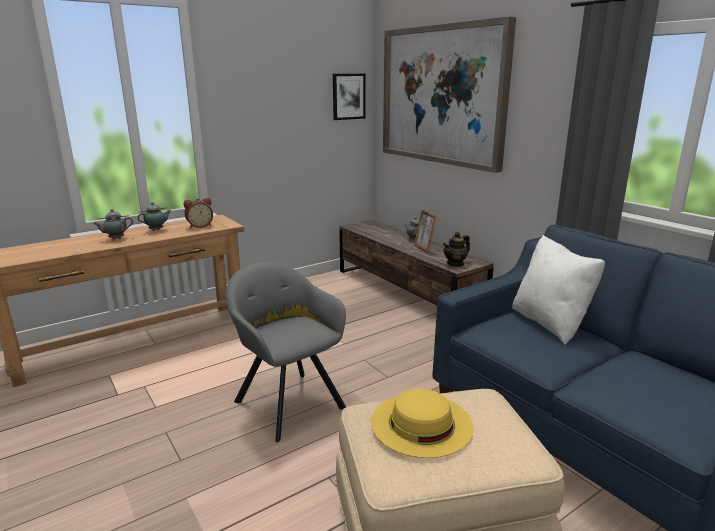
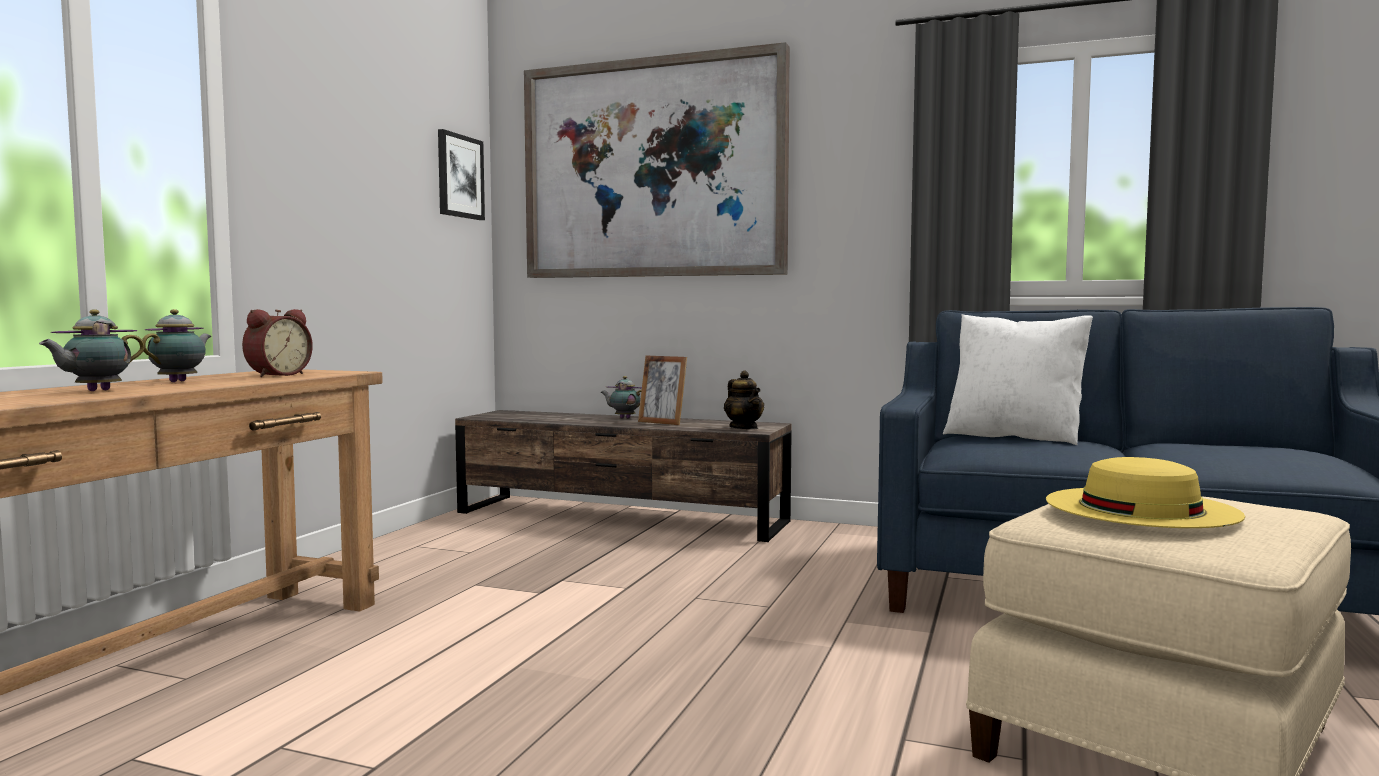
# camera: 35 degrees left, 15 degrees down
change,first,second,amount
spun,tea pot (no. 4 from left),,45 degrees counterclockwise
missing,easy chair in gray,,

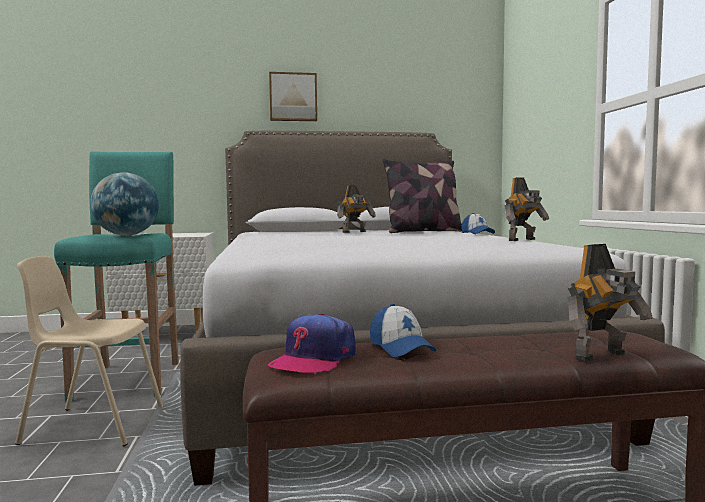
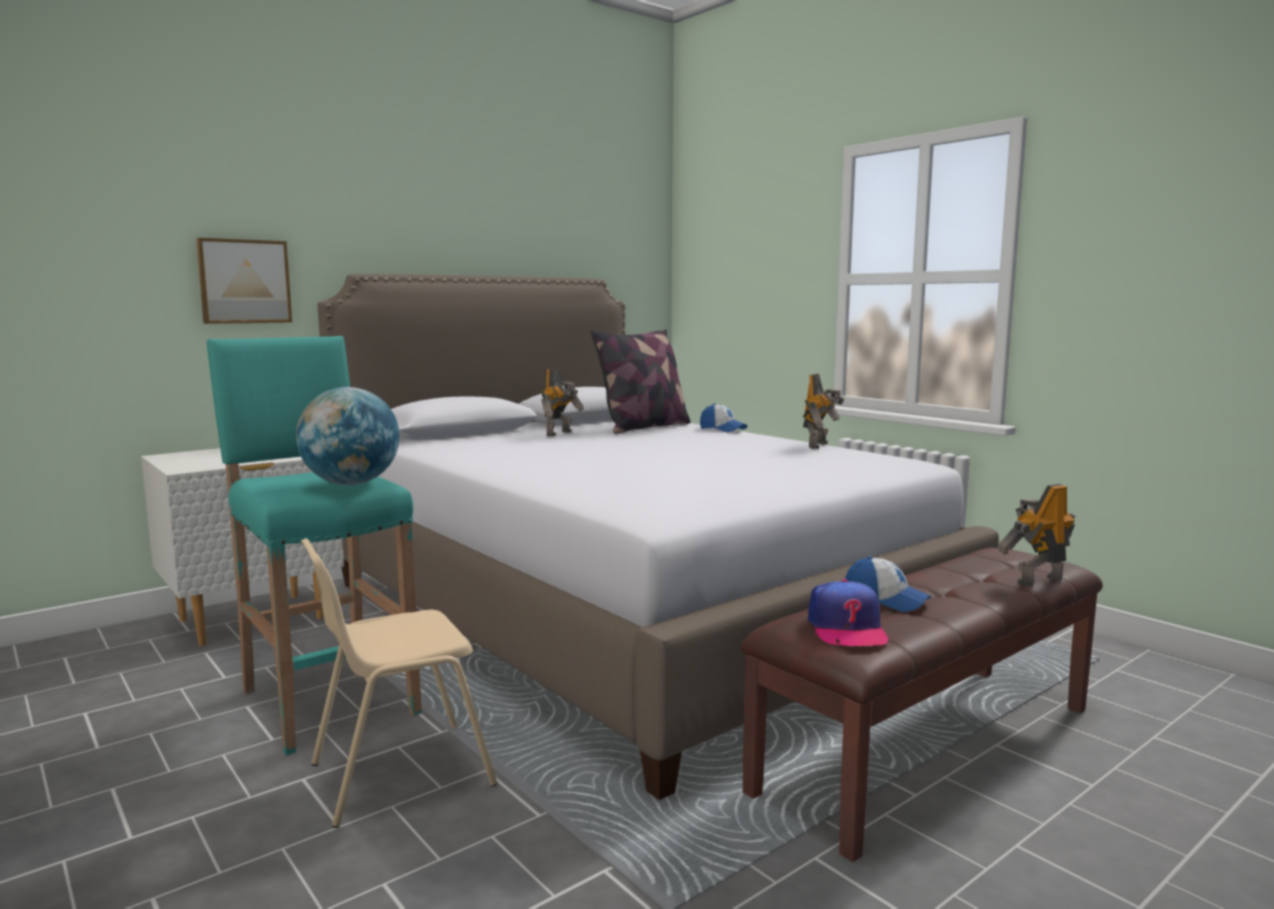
# camera: 30 degrees left, 5 degrees up
change,first,second,amount
relocated,picture,,
spun,model robot (no. 3 from left),,150 degrees counterclockwise

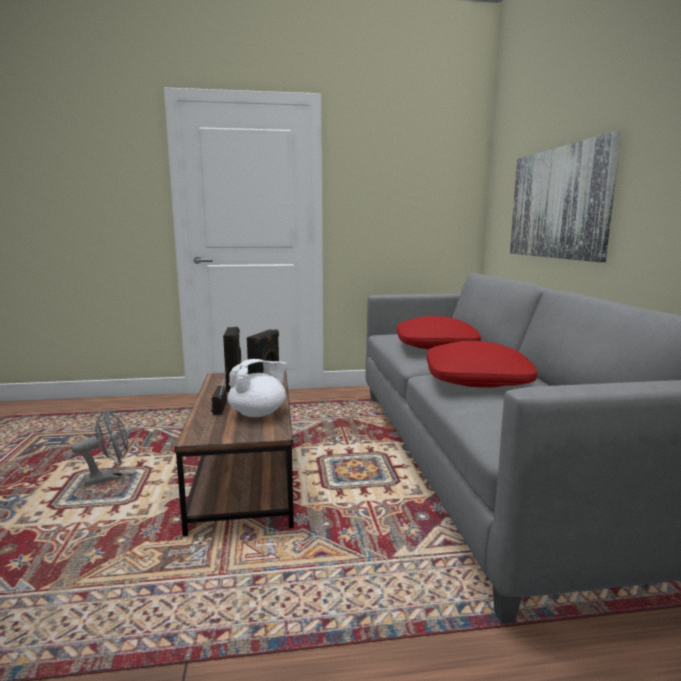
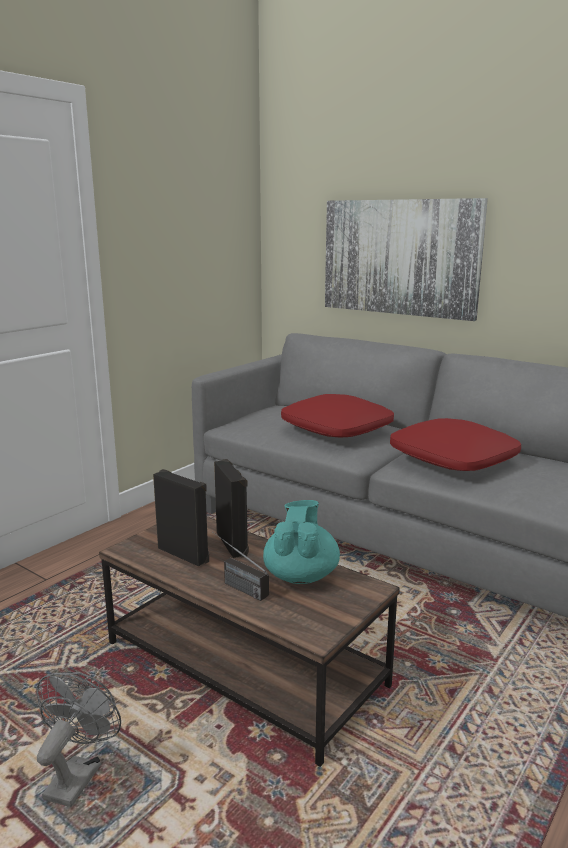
# camera: 45 degrees left, 5 degrees up
change,first,second,amount
colour,tea pot in white,tea pot in turquoise,

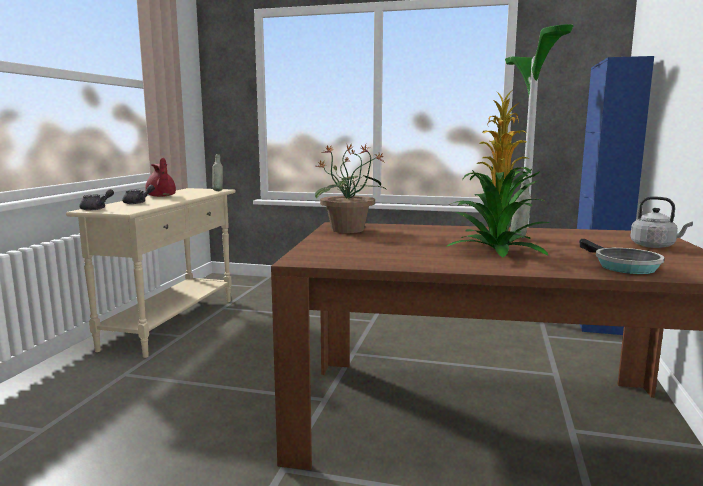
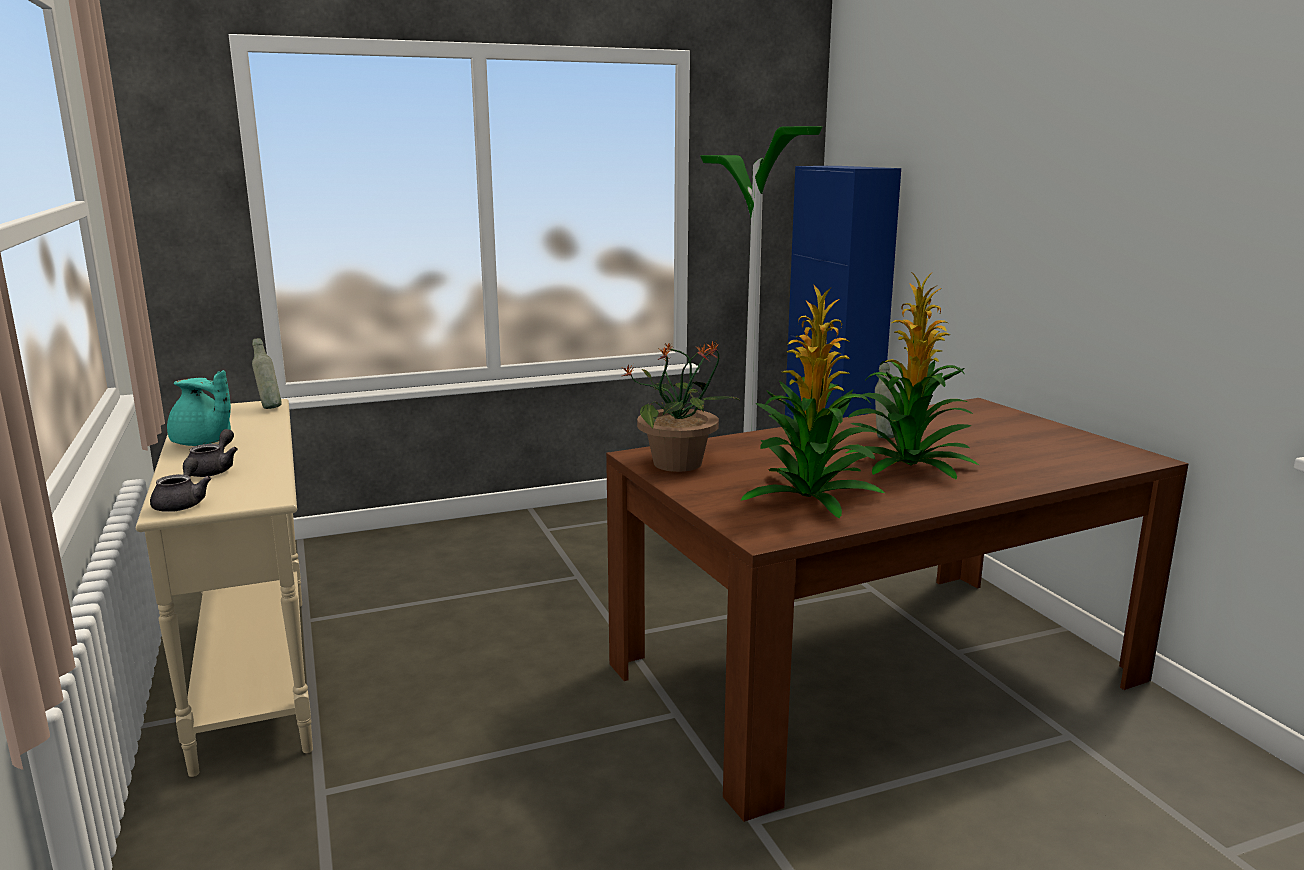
# camera: 35 degrees left, 5 degrees up
change,first,second,amount
colour,tea pot in red-coloured,tea pot in turquoise,
missing,kettle in gray,,
missing,frying pan,,
appeared,,potted plant (no. 2 from left),

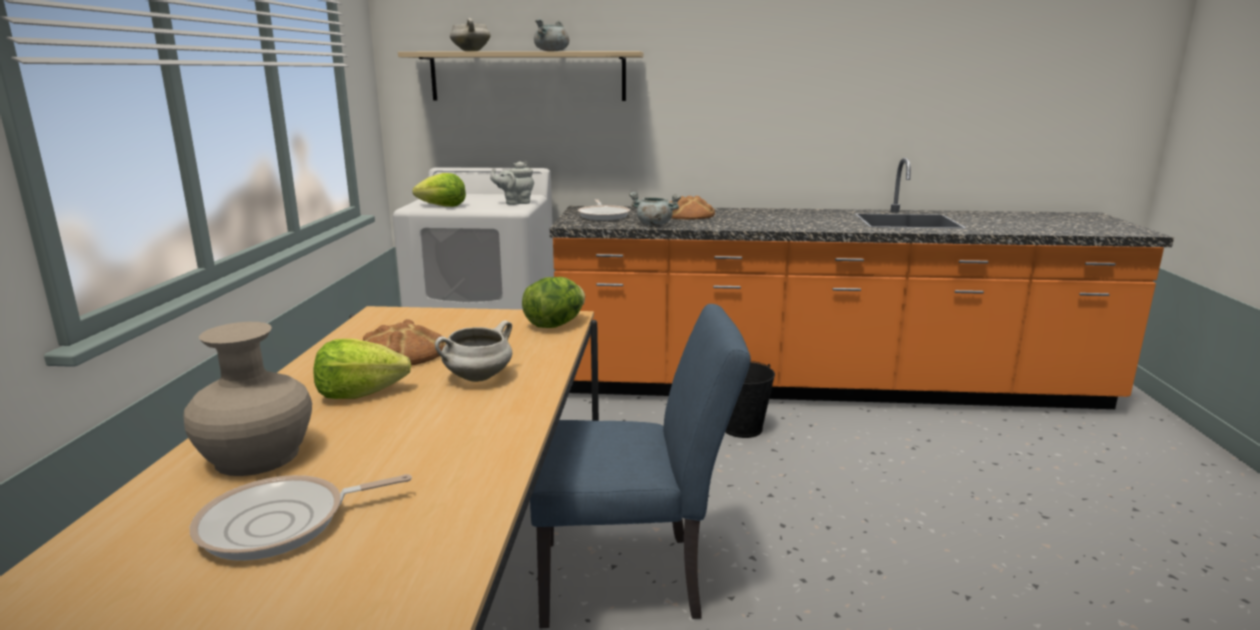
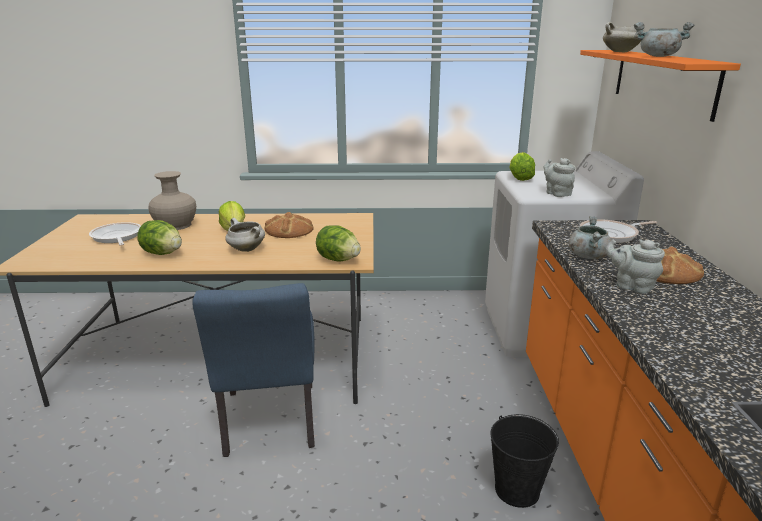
# camera: 85 degrees right, 5 degrees up
change,first,second,amount
colour,shelf in sand-coloured,shelf in orange,
appeared,,lettuce (no. 1 from left),
appeared,,tea pot in gray (no. 2 from left),

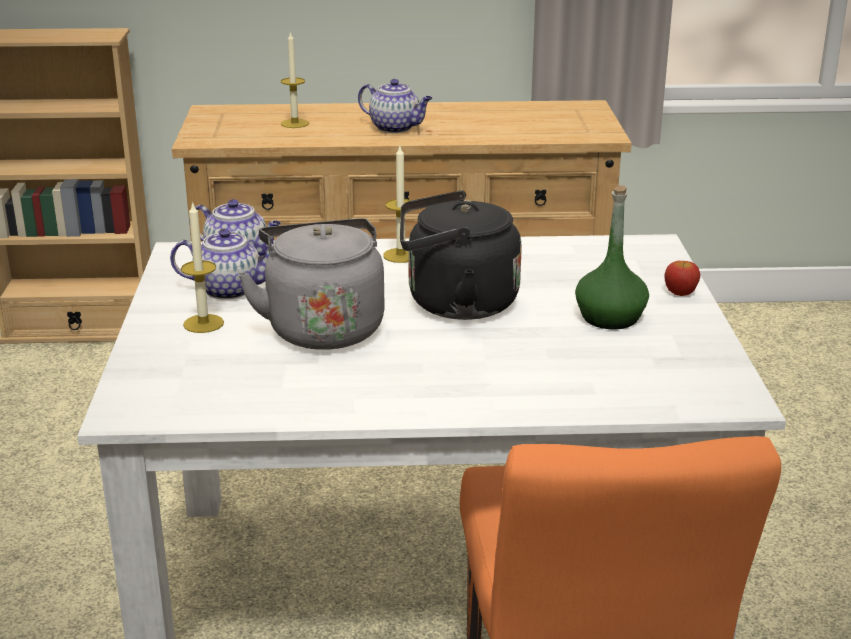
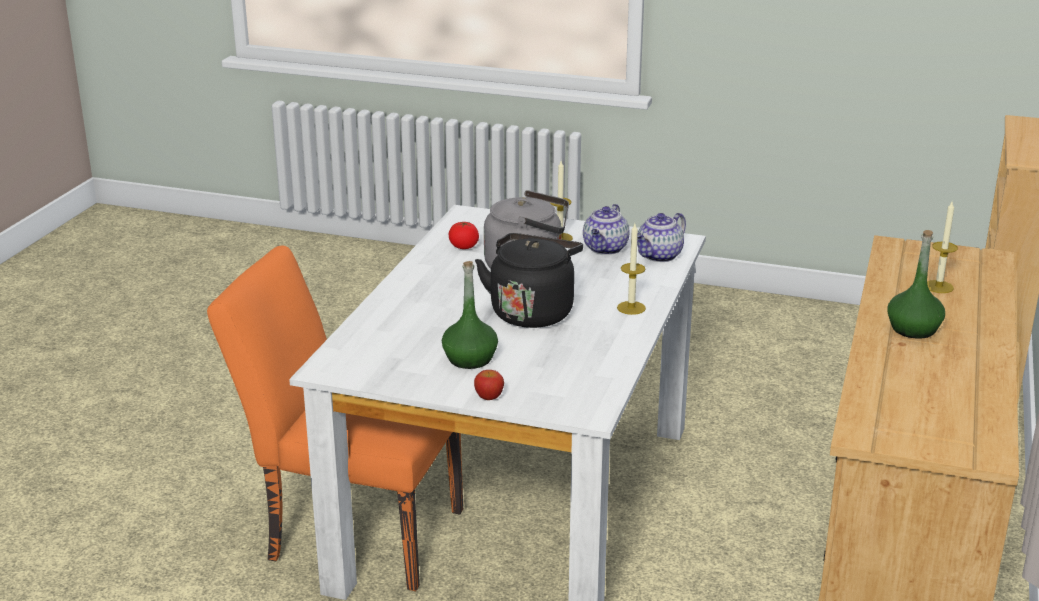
# camera: 110 degrees right, 0 degrees up
change,first,second,amount
exchanged,tea pot (no. 3 from left),beverage bottle in greenish (no. 2 from left),
appeared,,tomato,

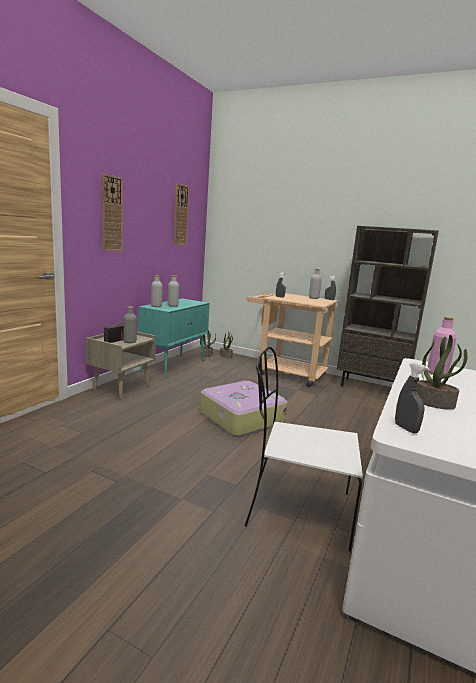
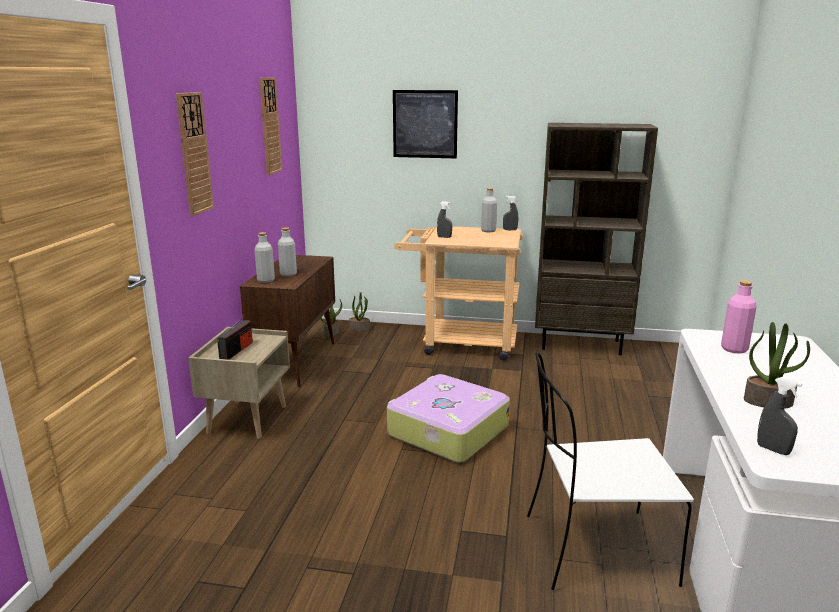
# camera: 15 degrees left, 5 degrees up
change,first,second,amount
colour,storage cabinet in turquoise,storage cabinet in brownish,
missing,beverage bottle in gray (no. 1 from left),,
appeared,,picture,

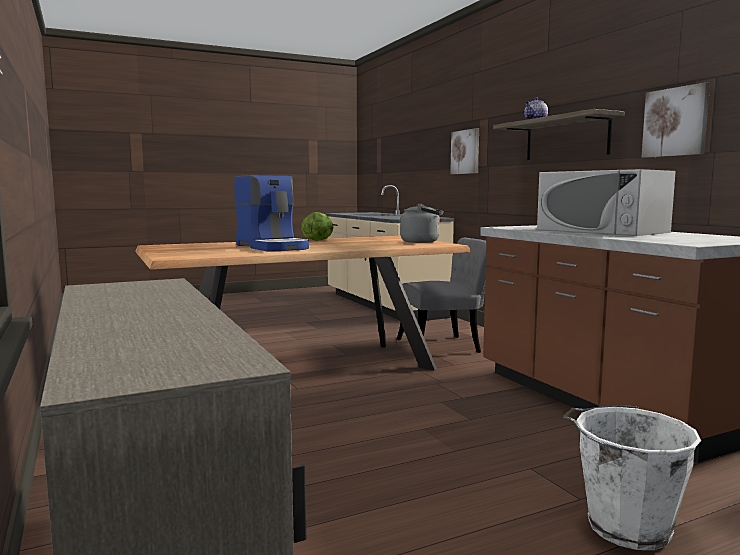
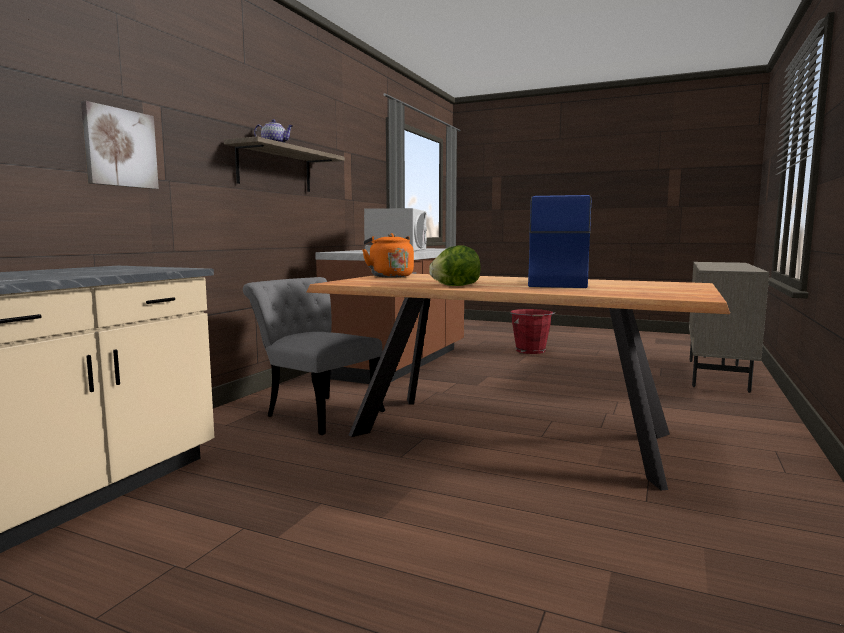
# camera: 130 degrees left, 0 degrees up
change,first,second,amount
missing,picture (no. 2 from left),,
colour,kettle in gray,kettle in orange,
colour,water bucket in white,water bucket in red-coloured,

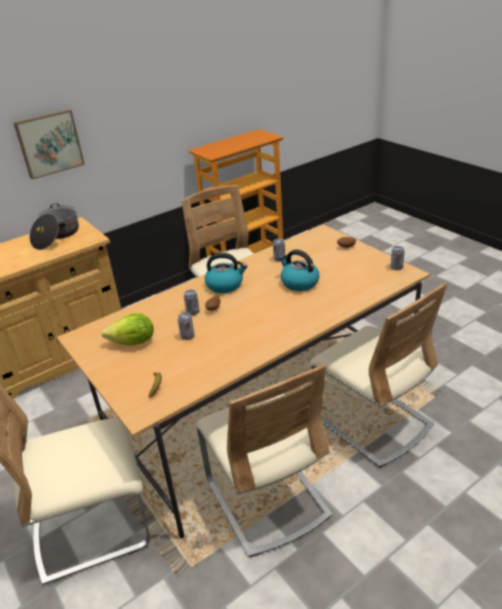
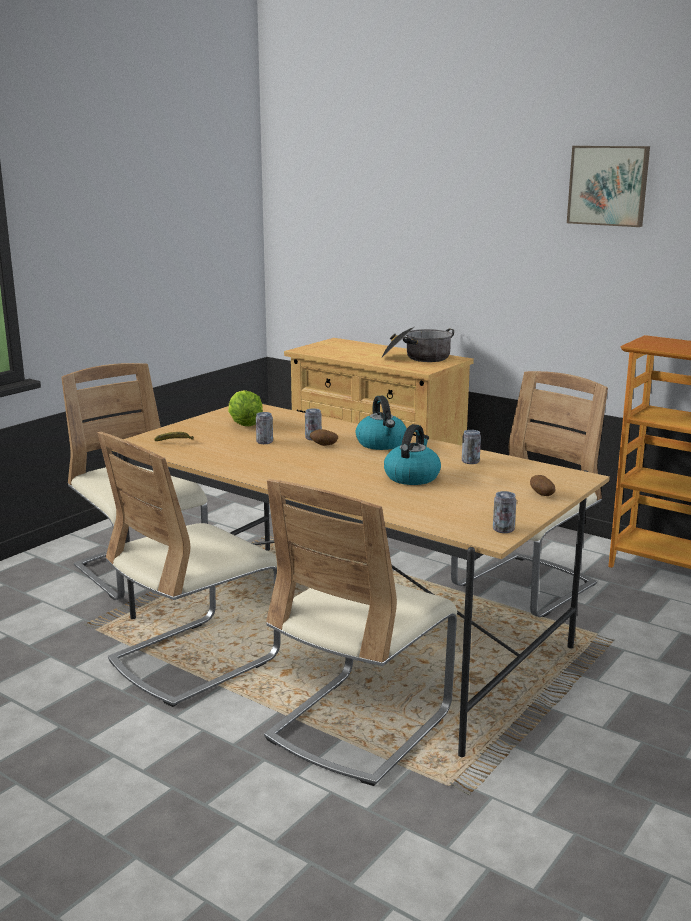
# camera: 70 degrees right, 15 degrees down
change,first,second,amount
relocated,picture,,

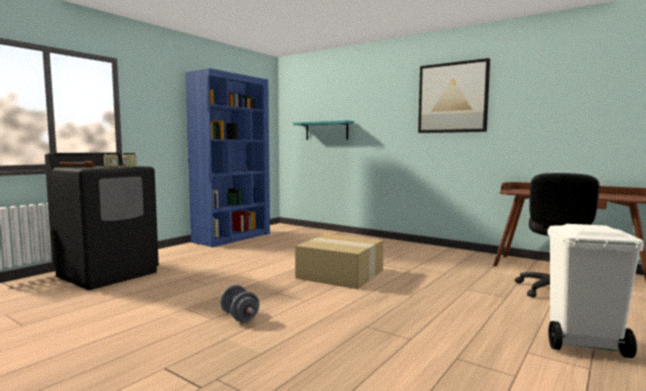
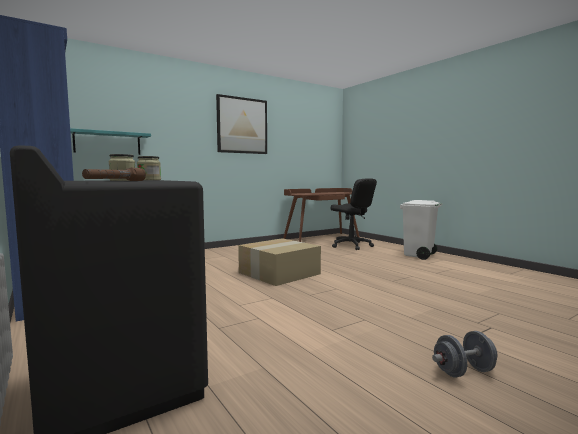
# camera: 70 degrees left, 0 degrees up
change,first,second,amount
relocated,dumbbell in gray,,

